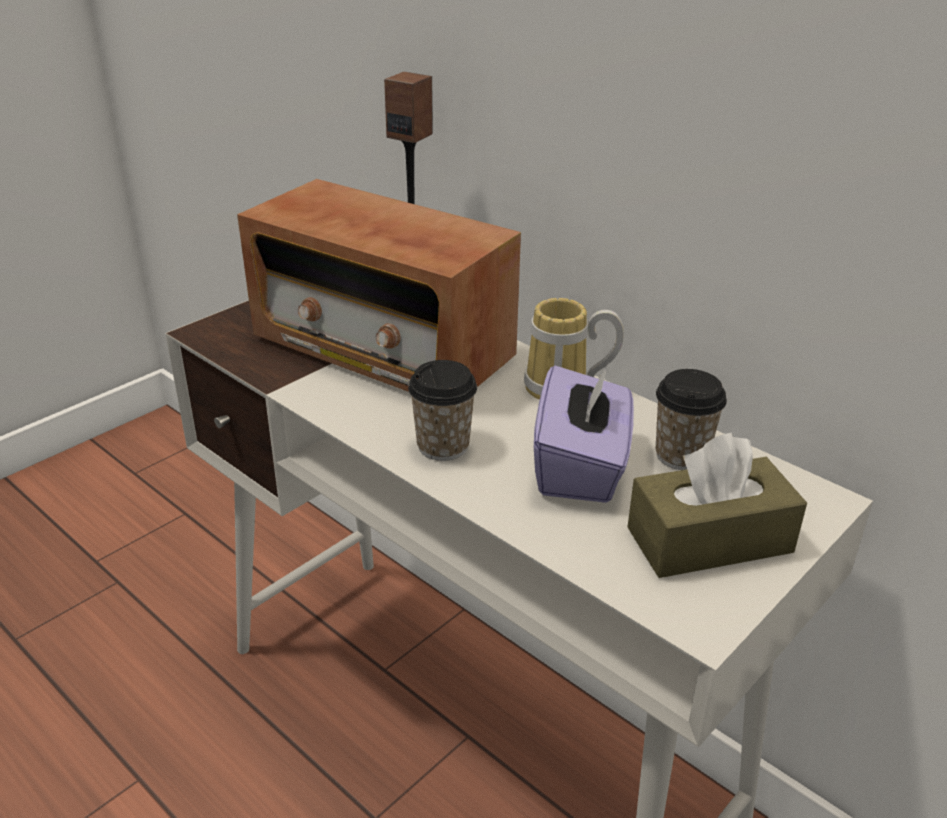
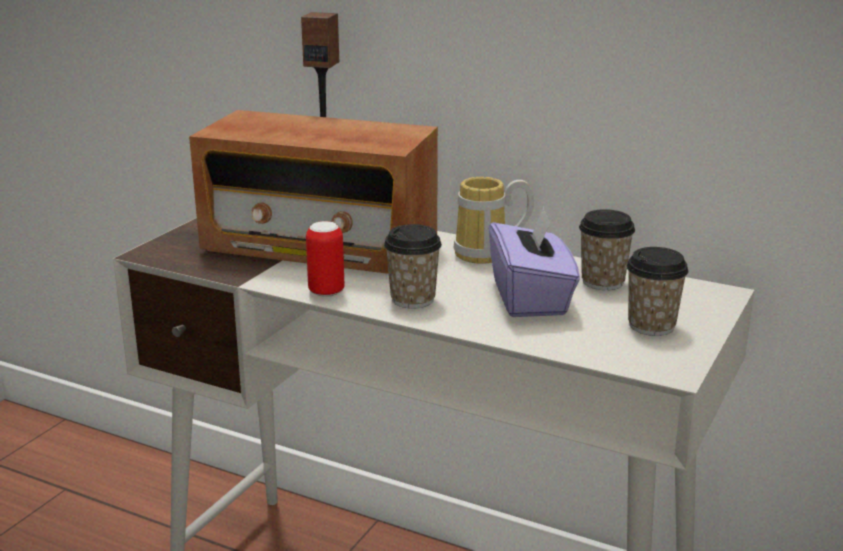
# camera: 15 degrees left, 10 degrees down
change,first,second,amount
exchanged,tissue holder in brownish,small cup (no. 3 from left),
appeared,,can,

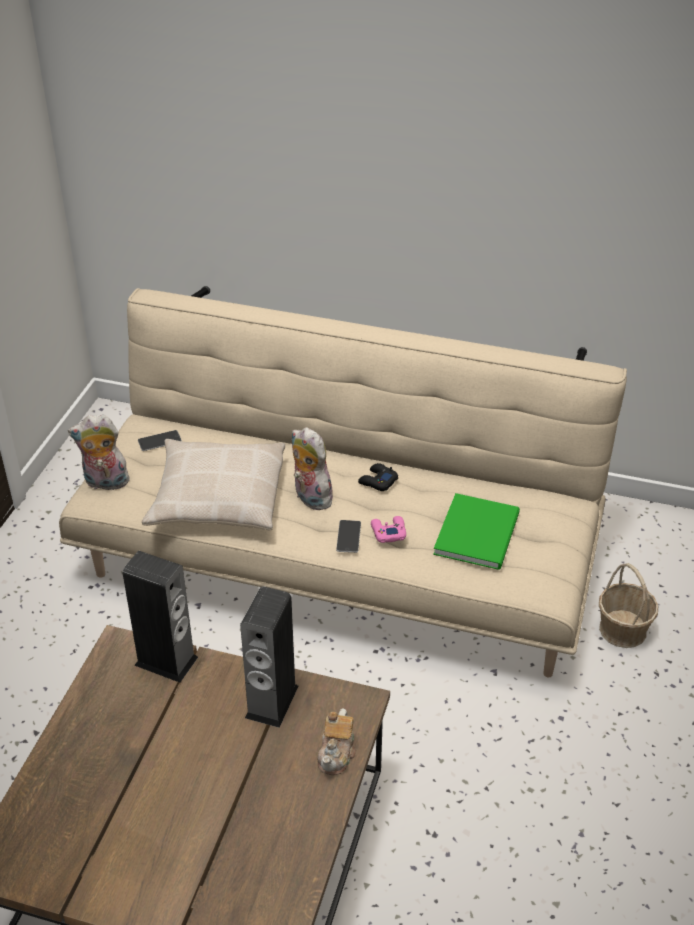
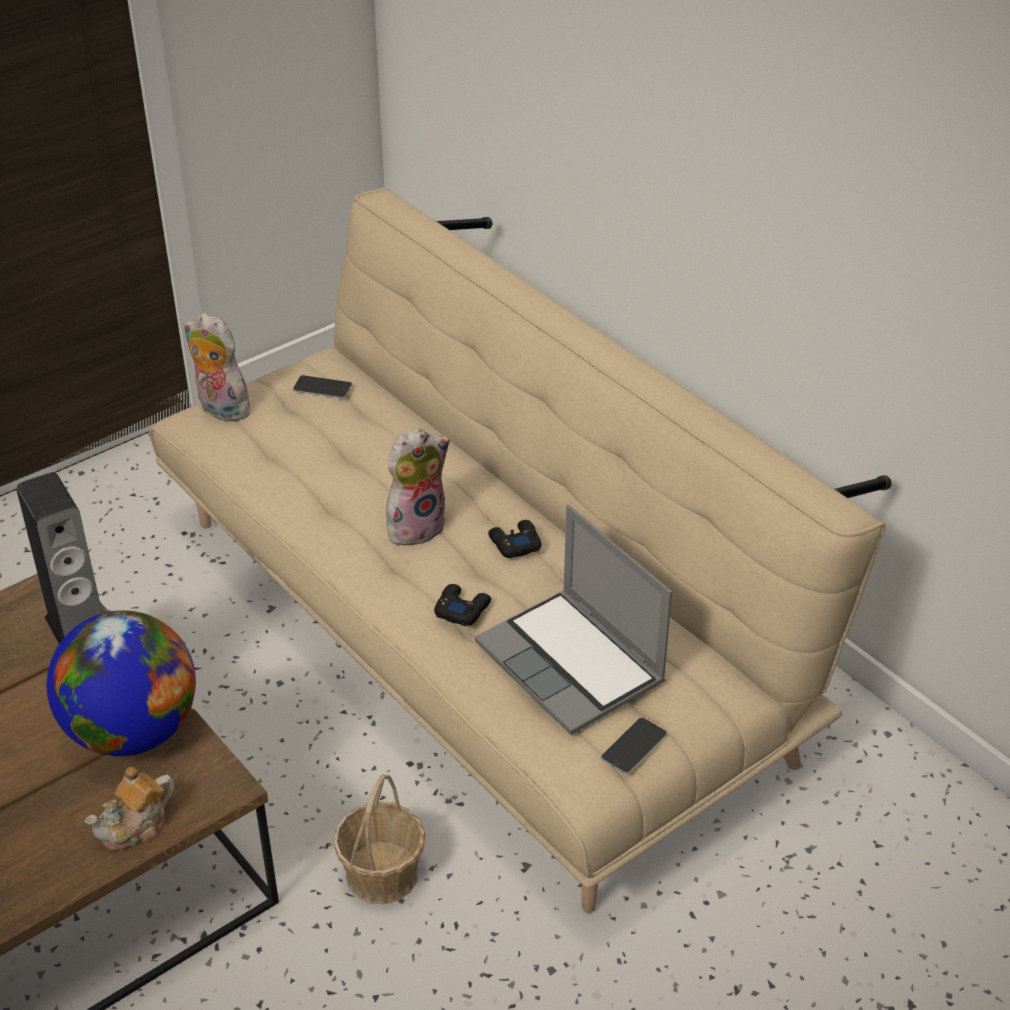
# camera: 35 degrees right, 0 degrees up
change,first,second,amount
spun,plush toy (no. 2 from left),,60 degrees clockwise
missing,pillow in sand-coloured,,
exchanged,bound book in greenish,notebook computer,
colour,game controller in pinkish,game controller in blackish (no. 1 from left),
relocated,handset (no. 2 from left),,
relocated,storage basket,,
exchanged,audio speaker (no. 2 from left),world globe,

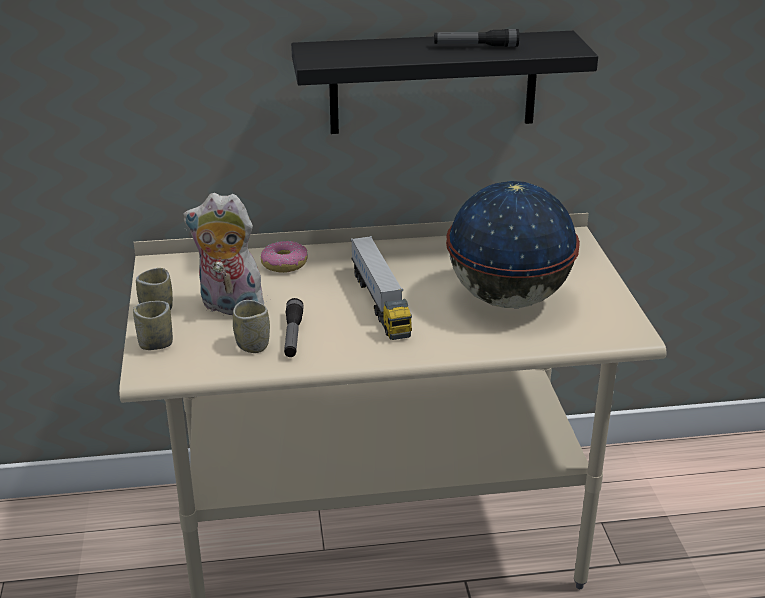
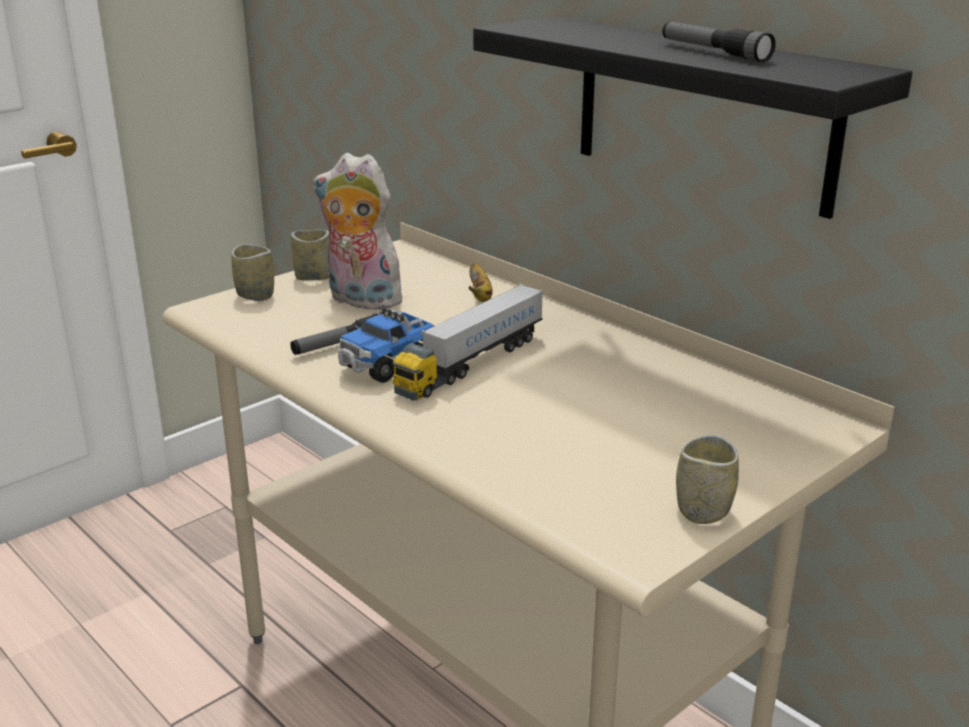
# camera: 55 degrees right, 5 degrees down
change,first,second,amount
missing,world globe,,
spun,plush toy,,45 degrees counterclockwise
exchanged,doughnut,banana fruit,
relocated,small cup (no. 3 from left),,
appeared,,toy truck (no. 1 from left),

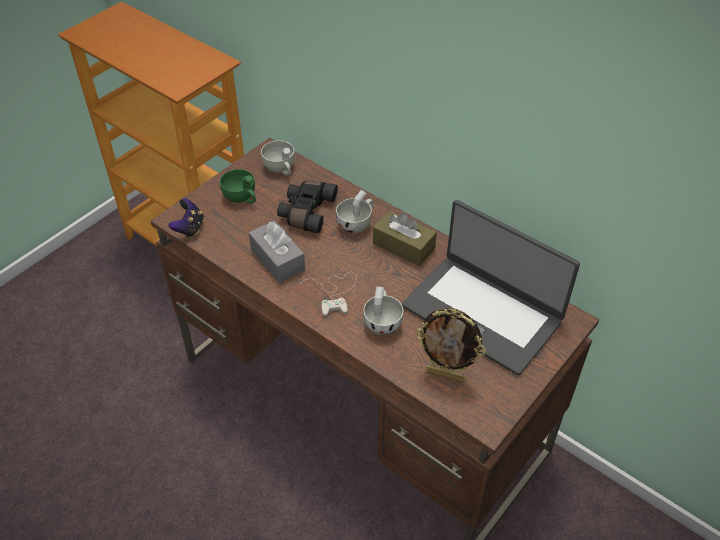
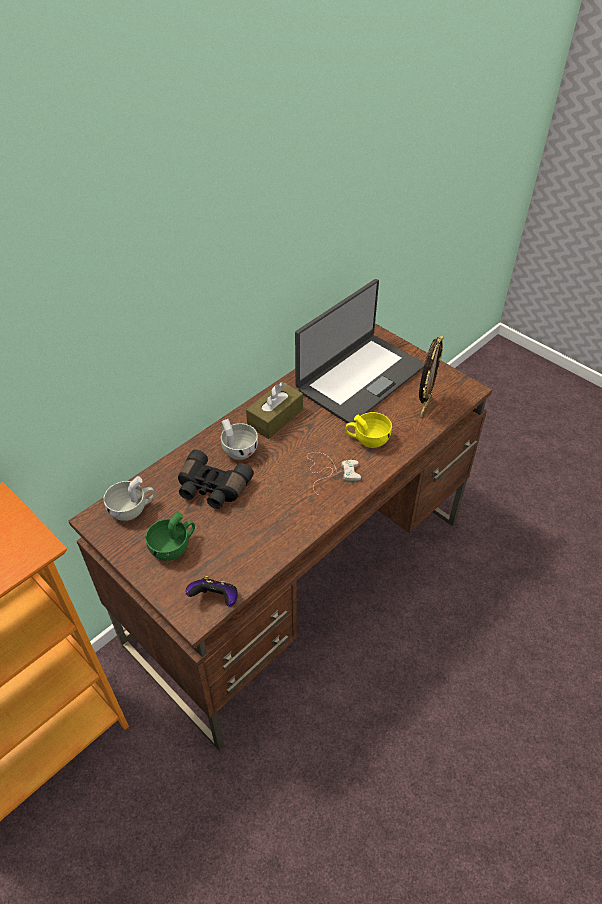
# camera: 85 degrees left, 0 degrees up
change,first,second,amount
missing,tissue holder in gray,,
colour,small cup in white (no. 3 from left),small cup in yellow-coloured,

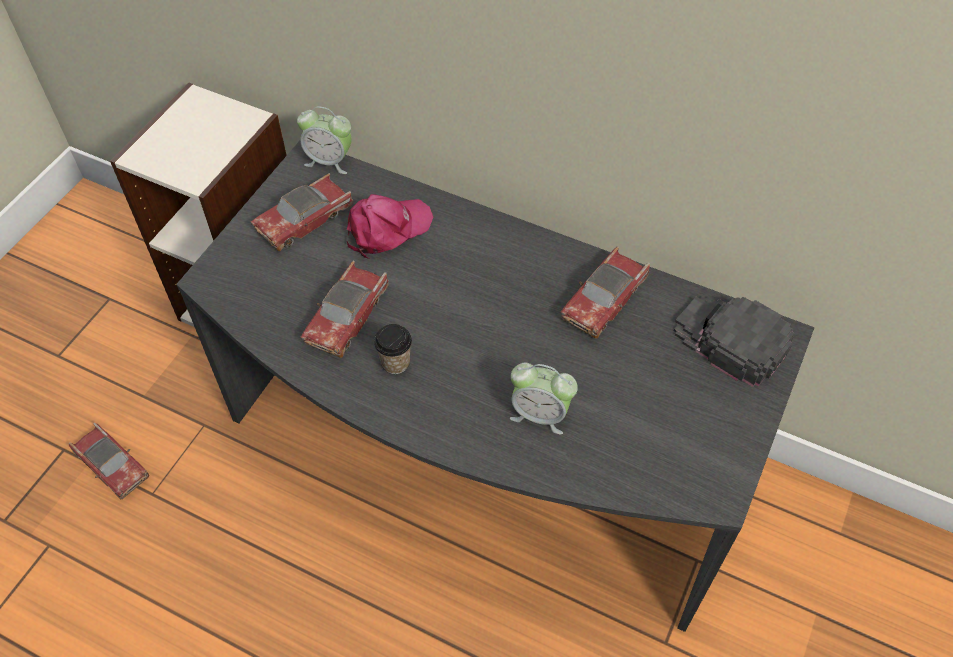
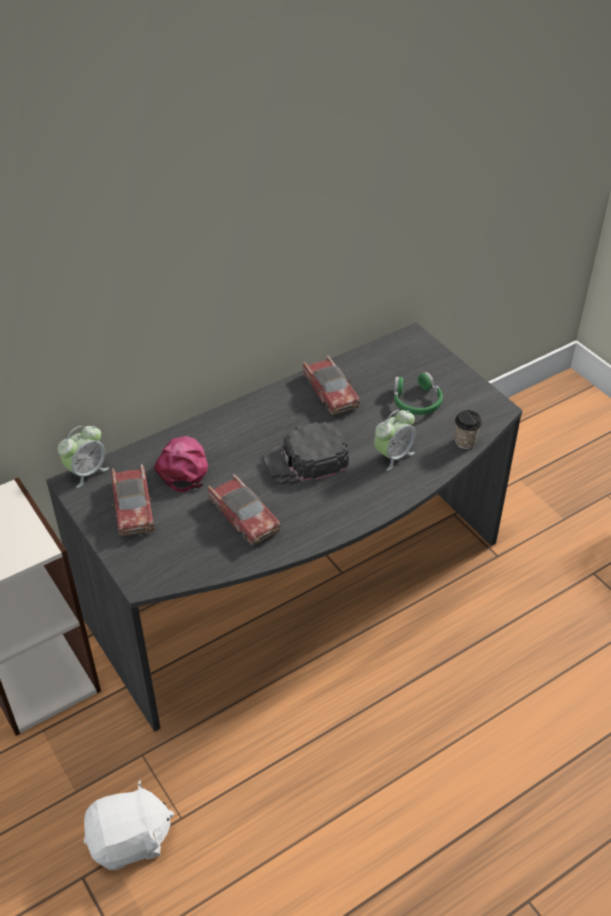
# camera: 60 degrees left, 10 degrees down
change,first,second,amount
relocated,peaked cap in blackish,,
relocated,small cup,,
exchanged,toy car (no. 1 from left),plush toy in white,
appeared,,headset in greenish,

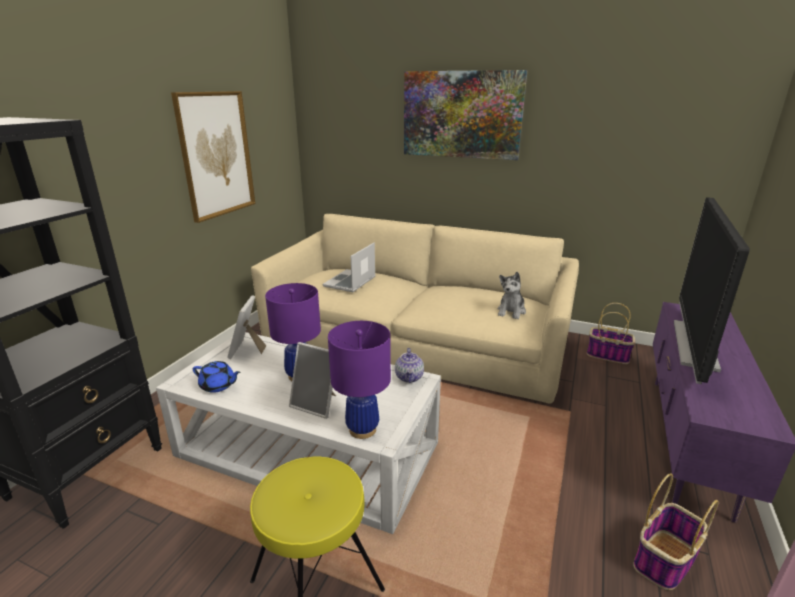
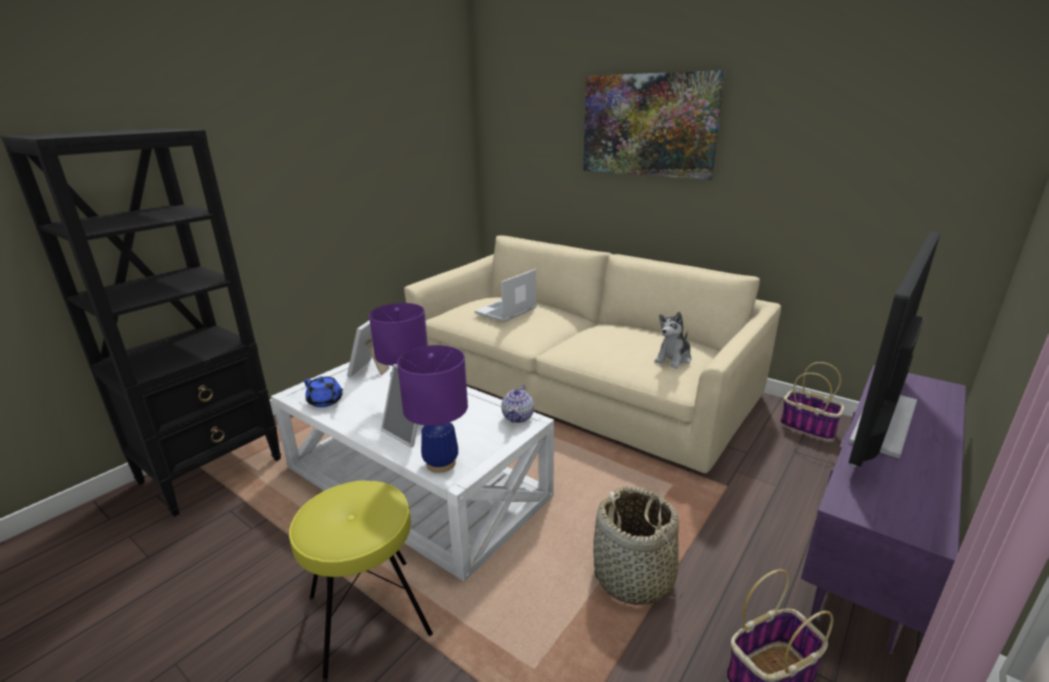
# camera: 15 degrees right, 0 degrees up
change,first,second,amount
missing,picture (no. 1 from left),,
appeared,,storage basket (no. 1 from left),

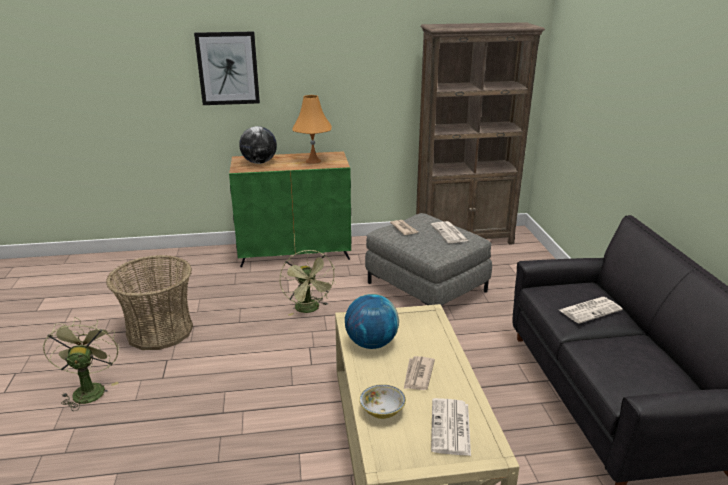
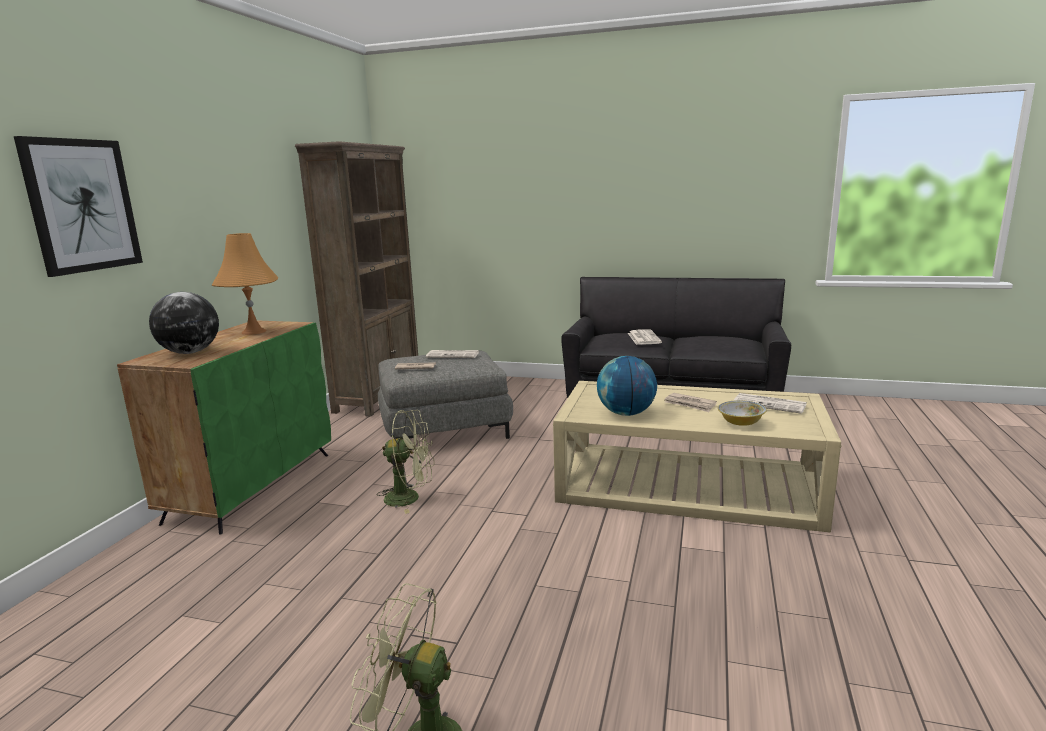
# camera: 65 degrees left, 10 degrees down
change,first,second,amount
missing,storage basket,,

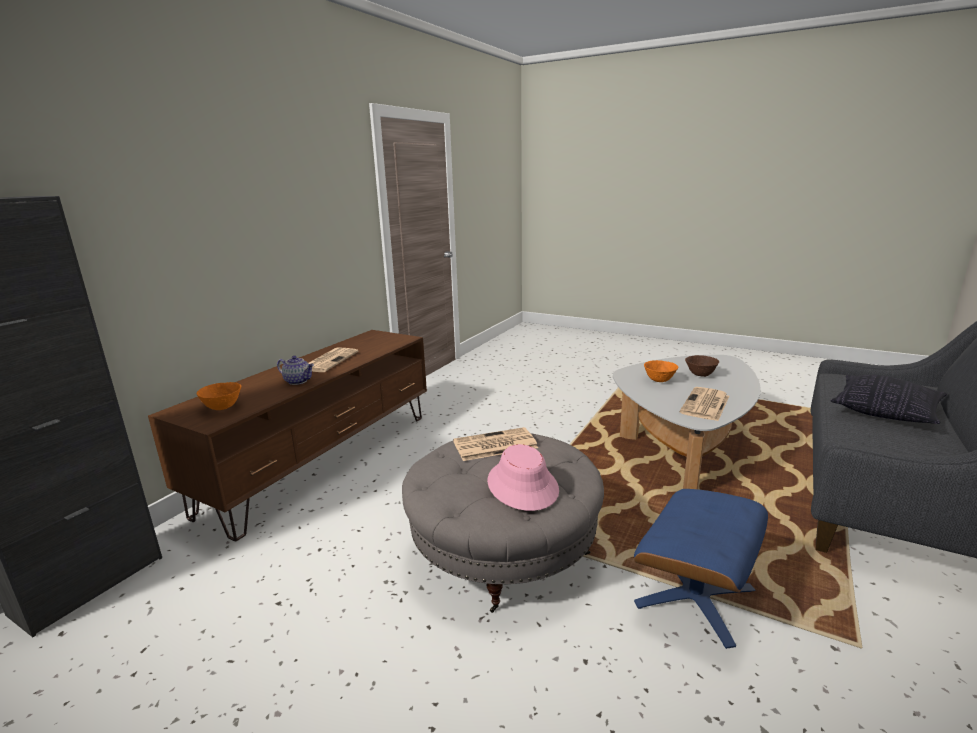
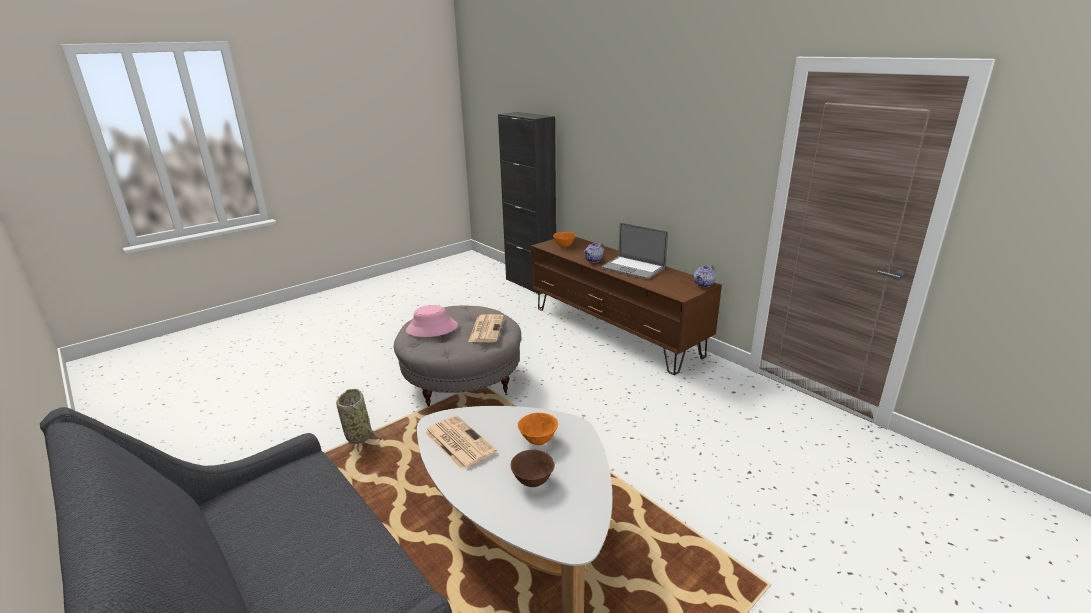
# camera: 110 degrees right, 5 degrees up
change,first,second,amount
exchanged,newspaper (no. 1 from left),notebook computer,
missing,pillow,,
exchanged,footrest in bluish,storage basket,
appeared,,tea pot (no. 2 from left),

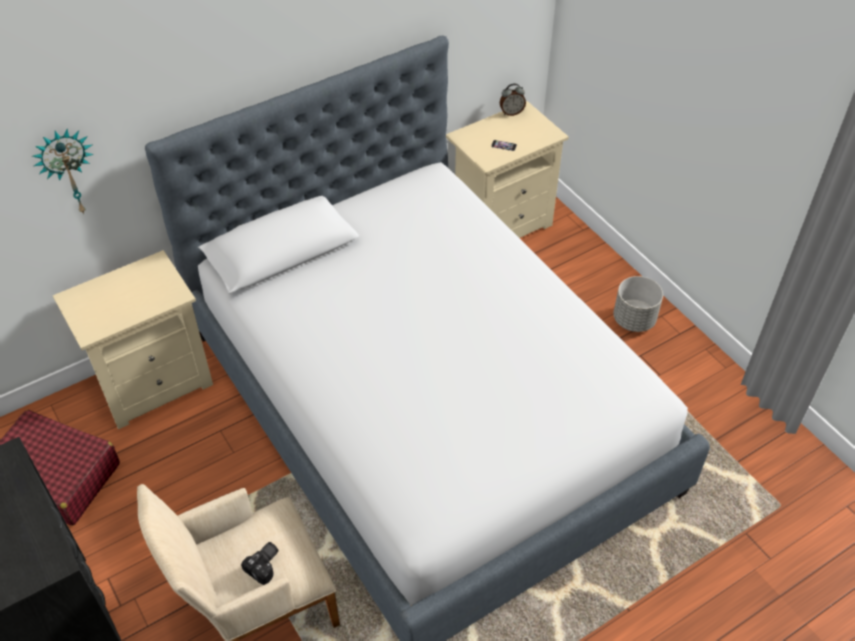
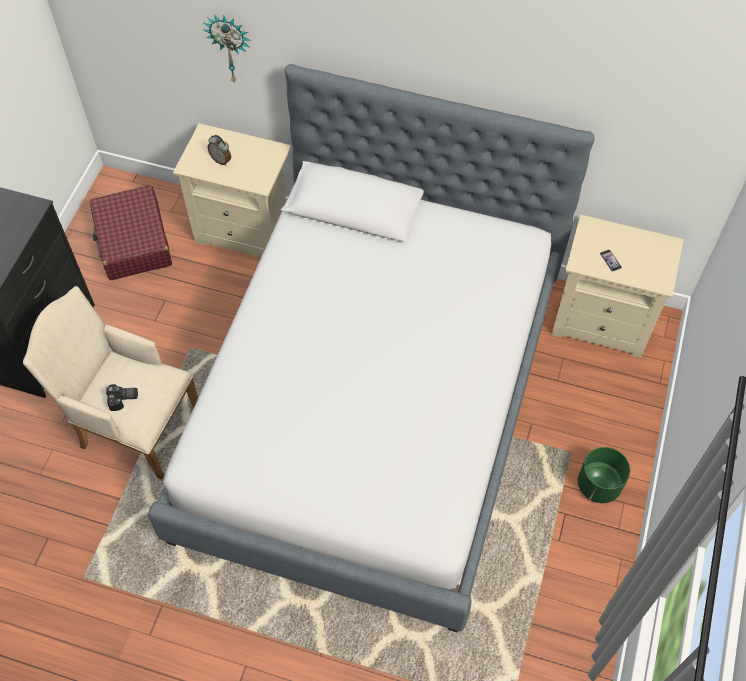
# camera: 50 degrees right, 10 degrees up
change,first,second,amount
relocated,alarm clock,,
colour,flower pot in gray,flower pot in greenish,

